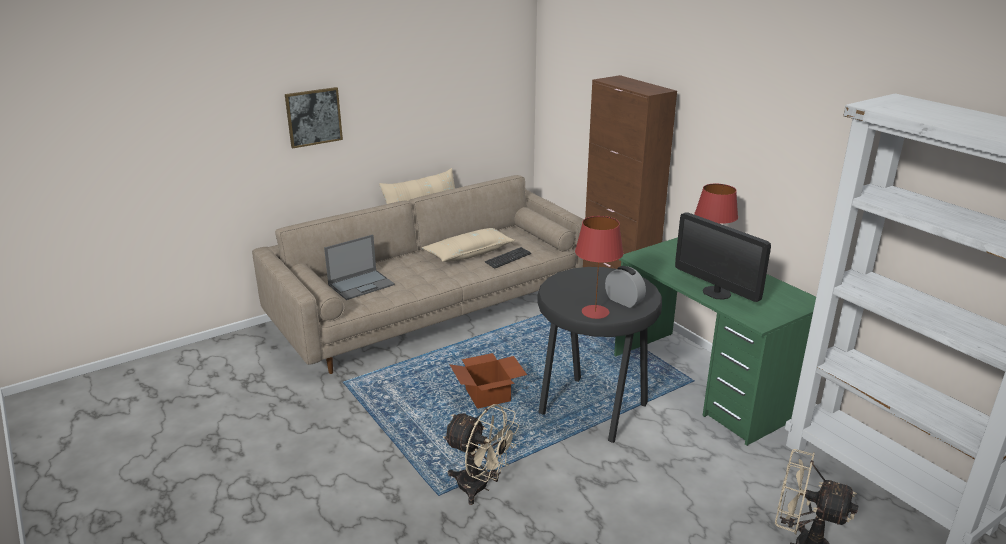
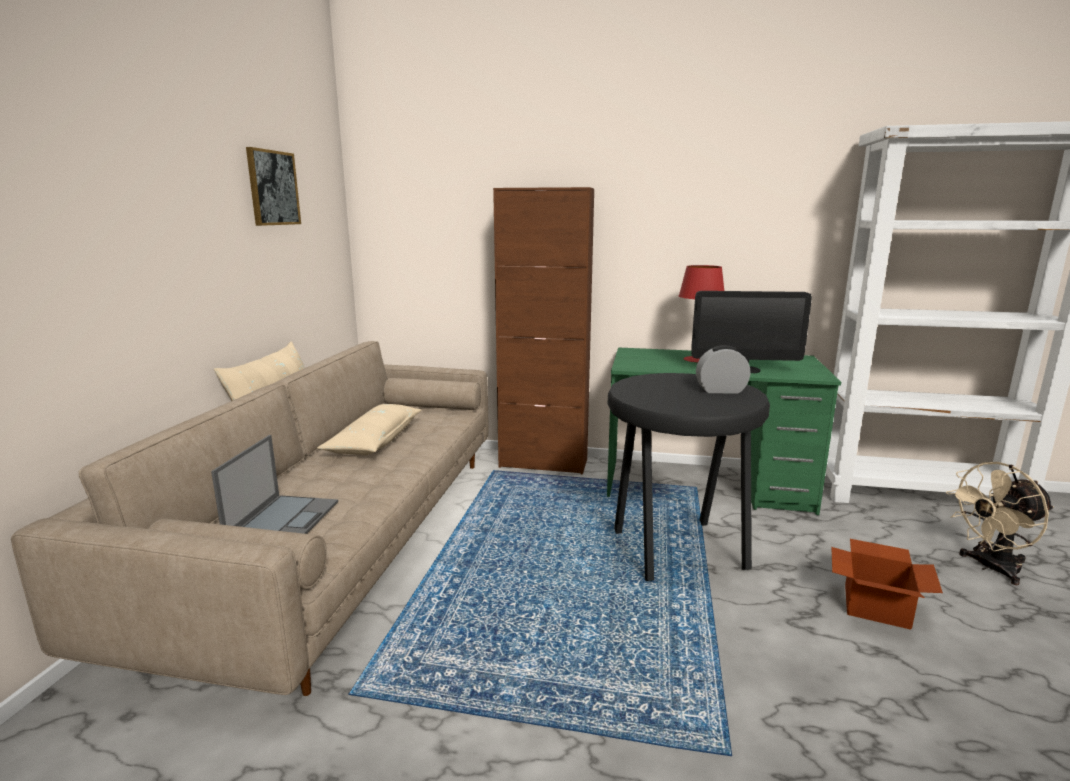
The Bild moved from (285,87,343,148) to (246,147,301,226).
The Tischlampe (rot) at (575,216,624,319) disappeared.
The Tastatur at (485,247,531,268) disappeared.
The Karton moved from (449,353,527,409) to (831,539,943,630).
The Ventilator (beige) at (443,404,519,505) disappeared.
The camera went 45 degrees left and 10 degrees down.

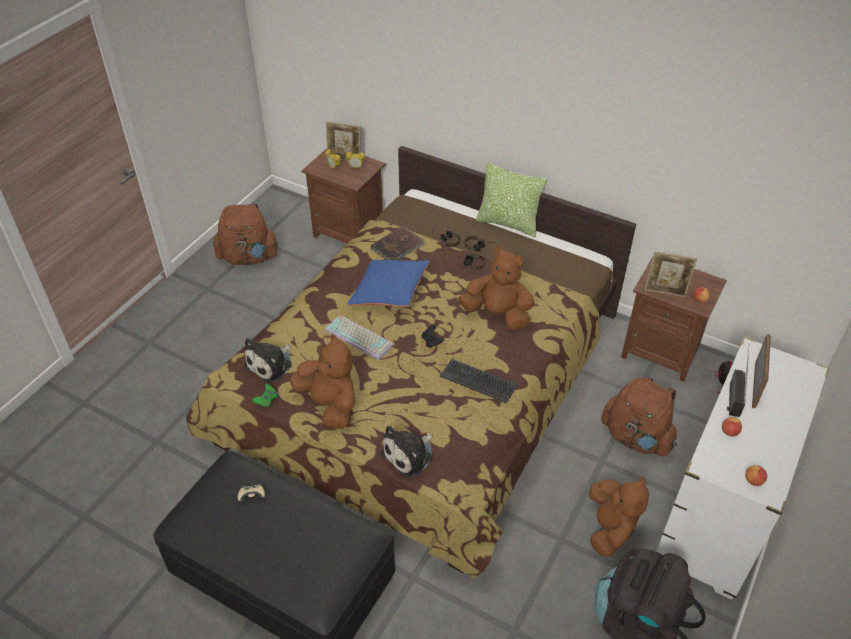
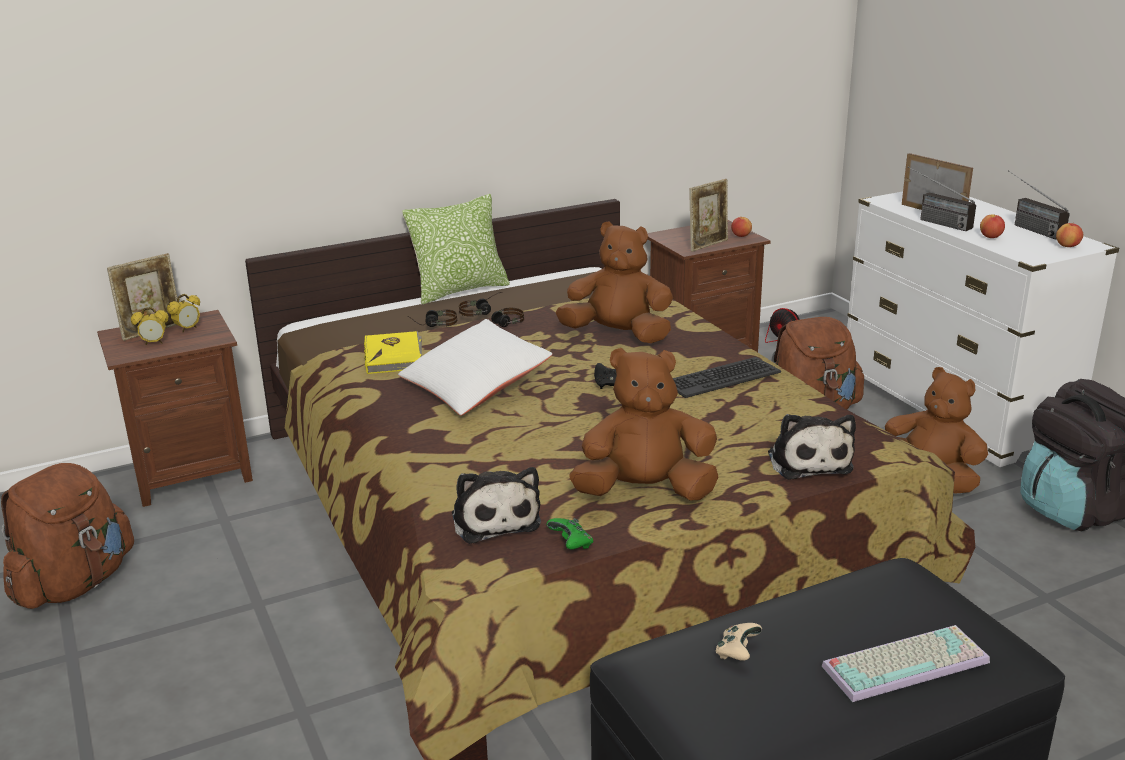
The Buch (braun) at (371,226,426,260) became the Buch (gelb) at (364,331,422,374).
The Plüschtier (braun) at (458,247,534,330) turned 45 degrees clockwise.
The Kissen (blau) at (348,260,430,306) became the Kissen (weiß) at (398,319,553,416).
The Tastatur moved from (325,315,394,360) to (822,625,990,702).
The Radio at (1008,170,1070,240) appeared.
The camera went 55 degrees left and 20 degrees down.

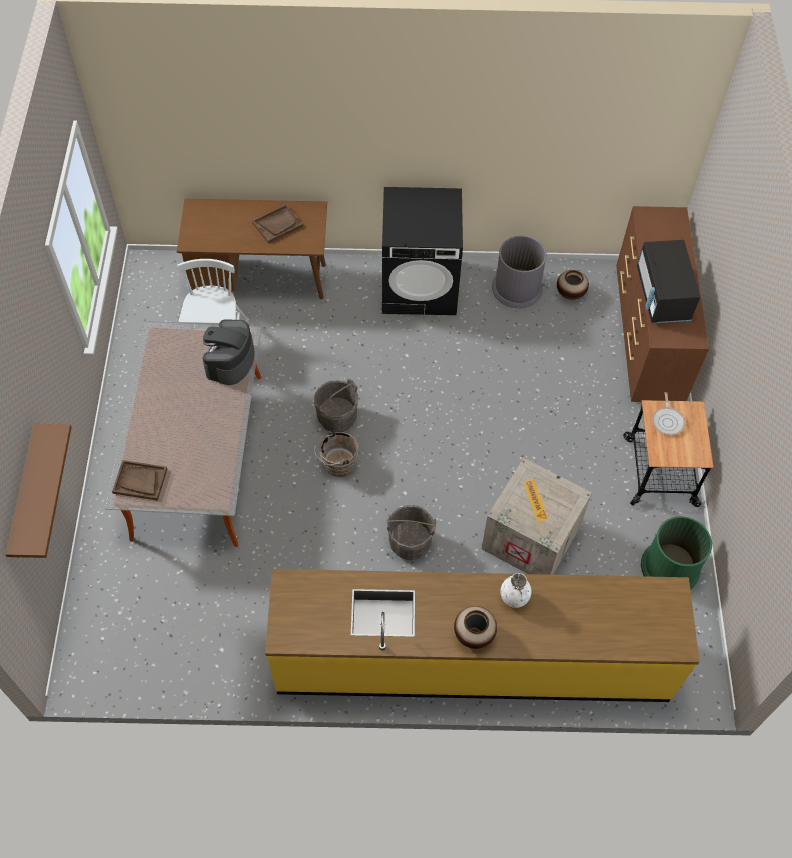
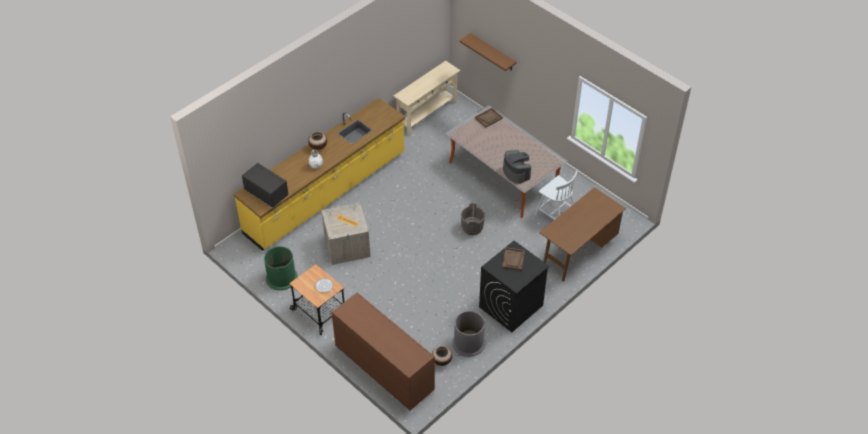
The Tablett (braun) moved from (252,204,303,244) to (502,247,525,271).
The Mikrowelle (schwarz) moved from (637,240,700,323) to (242,163,289,208).
The Eimer (braun) at (314,432,358,477) disappeared.
The Eimer (grau) at (386,505,437,560) disappeared.
The Konsolentisch (beige) at (393,61,460,135) appeared.
The camera went 135 degrees right and 10 degrees down.

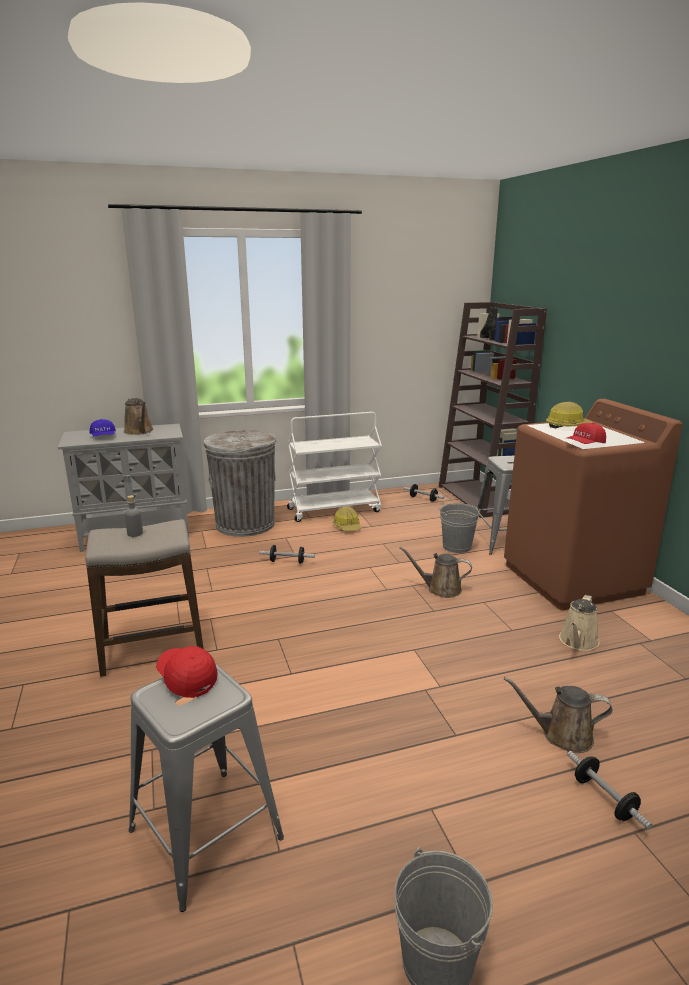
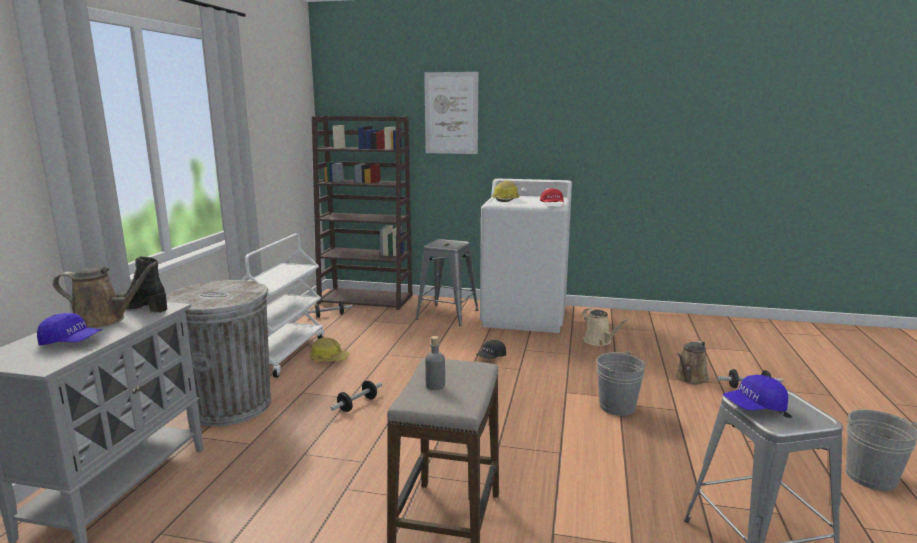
The Stiefel (schwarz) moved from (480,306,498,340) to (116,256,167,313).
The Waschmaschine (braun) at (504,399,682,610) became the Waschmaschine (weiß) at (480,178,572,333).
The Eimer (grau) moved from (438,503,481,553) to (597,351,645,416).
The Gießkanne (braun) at (400,547,472,598) was replaced by the Kappe (schwarz) at (476,340,506,360).
The Kappe (rot) at (156,646,218,698) became the Kappe (blau) at (723,375,788,411).
The Bild at (424,72,478,154) appeared.
The camera went 60 degrees left and 5 degrees down.

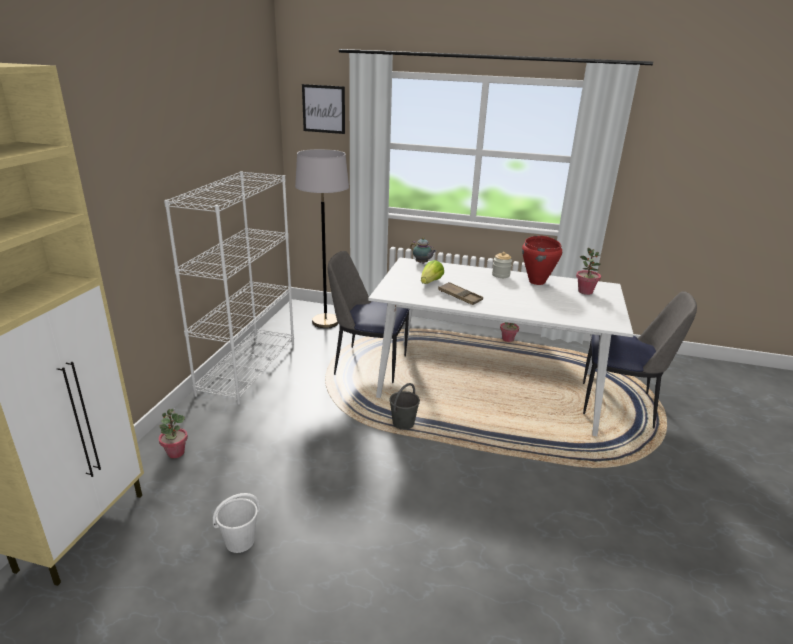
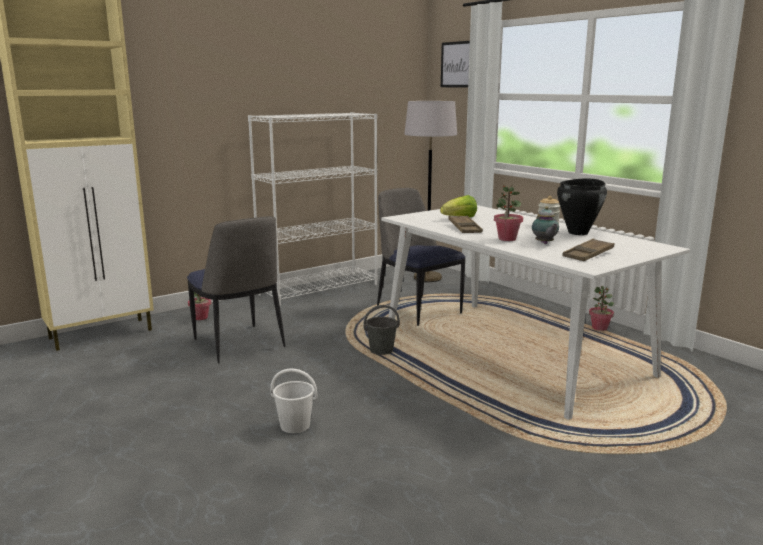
The Kochtopf (rot) at (522,236,562,285) became the Kochtopf (schwarz) at (557,178,607,235).
The Teekanne moved from (410,237,437,264) to (532,206,559,244).
The Topfpflanze moved from (576,248,601,295) to (494,185,523,241).
The Stuhl moved from (583,291,697,428) to (187,216,285,364).
The Eimer (weiß) moved from (213,493,260,553) to (271,368,317,433).
The Tablett (braun) at (562,238,615,261) appeared.
The camera went 40 degrees right and 10 degrees down.

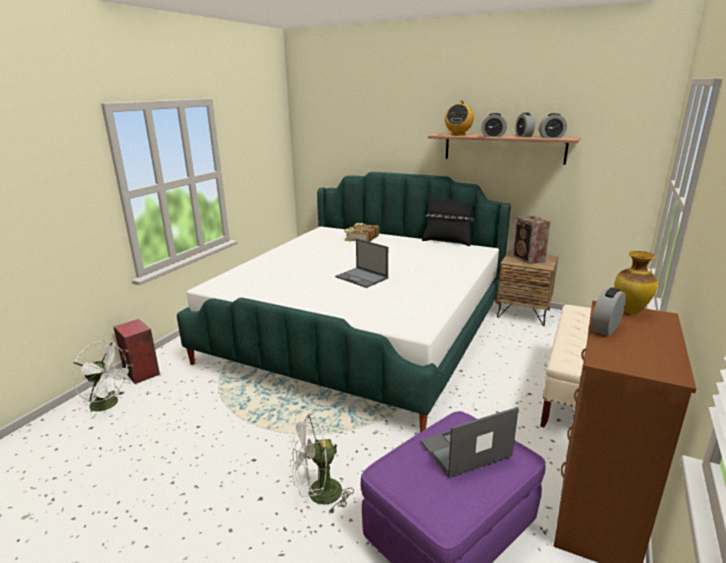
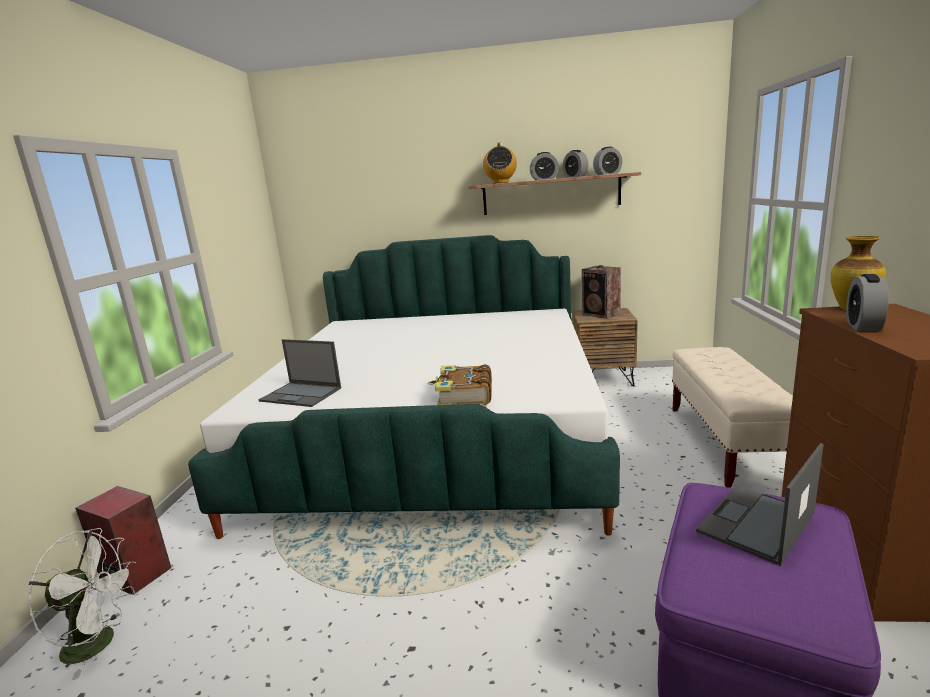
The Kissen (schwarz) at (422,194,474,246) disappeared.
The Buch moved from (344,223,379,242) to (428,364,492,405).
The Laptop moved from (335,238,388,288) to (258,339,341,407).
The Ventilator (weiß) at (288,413,354,515) disappeared.
The camera went 20 degrees left and 5 degrees down.

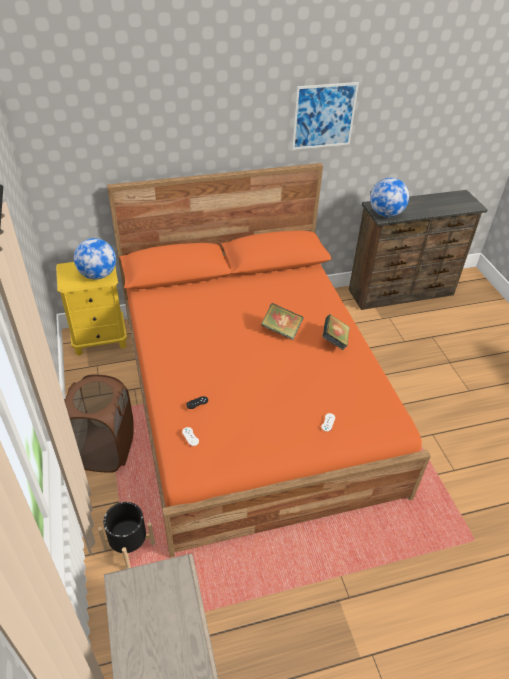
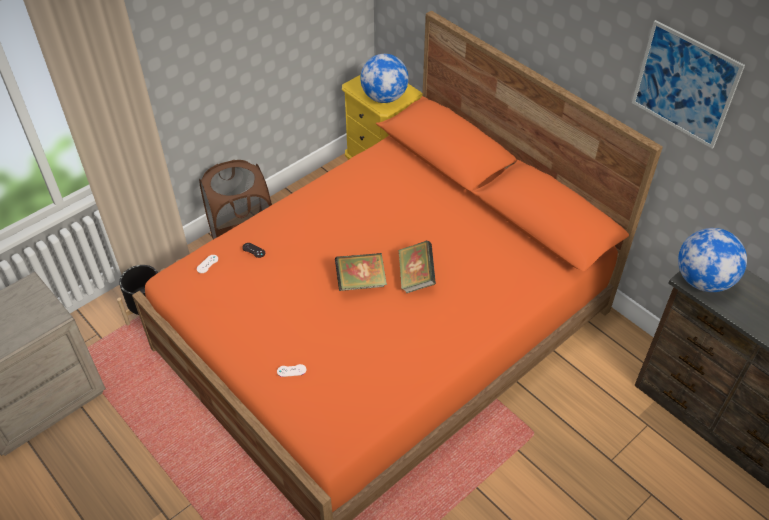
The Buch moved from (322,314,350,350) to (335,253,387,291).
The camera went 65 degrees right and 5 degrees up.

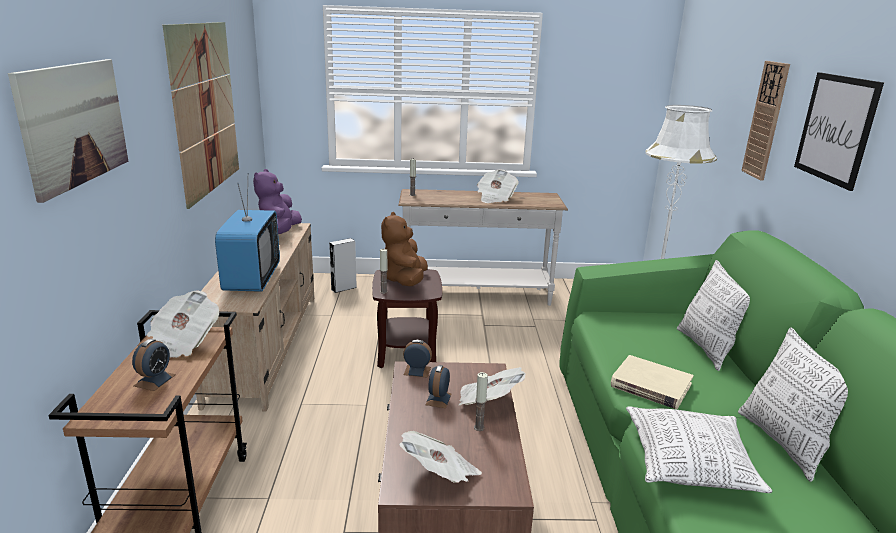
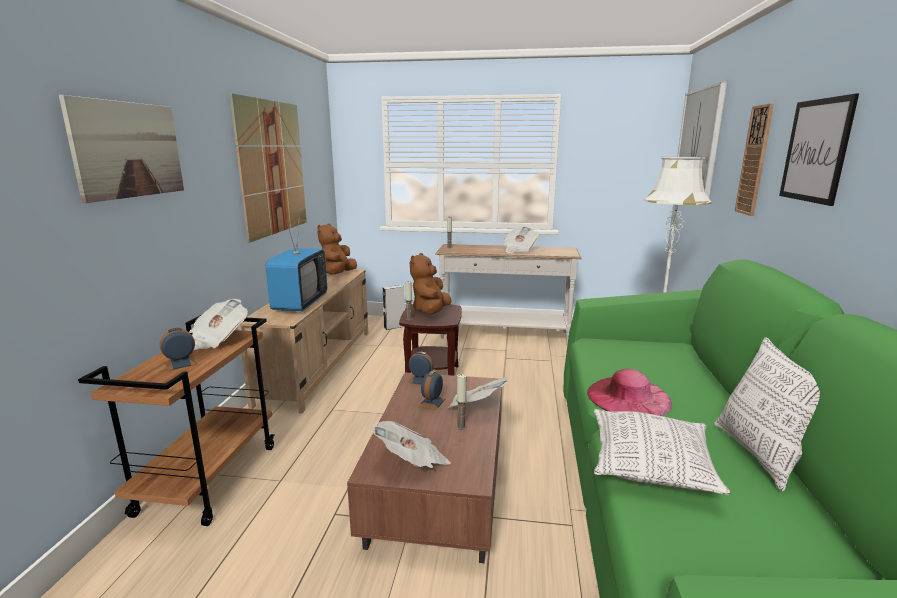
The Plüschtier (lila) at (253,169,302,234) became the Plüschtier (braun) at (318,223,357,275).
The Kissen at (677,260,750,371) disappeared.
The Wecker at (132,339,176,391) turned 150 degrees counterclockwise.
The Buch (beige) at (611,355,694,409) was replaced by the Hut (rosa) at (587,369,672,416).
The Bild at (677,82,727,197) appeared.
The camera went 10 degrees right and 5 degrees down.

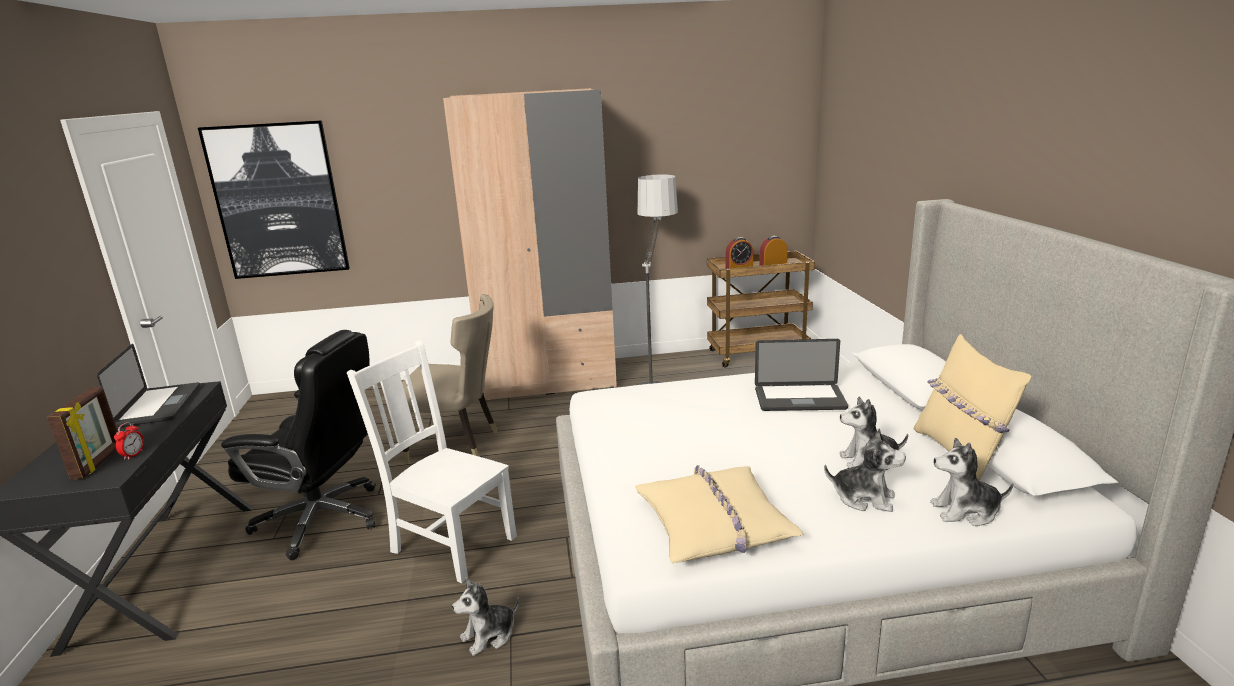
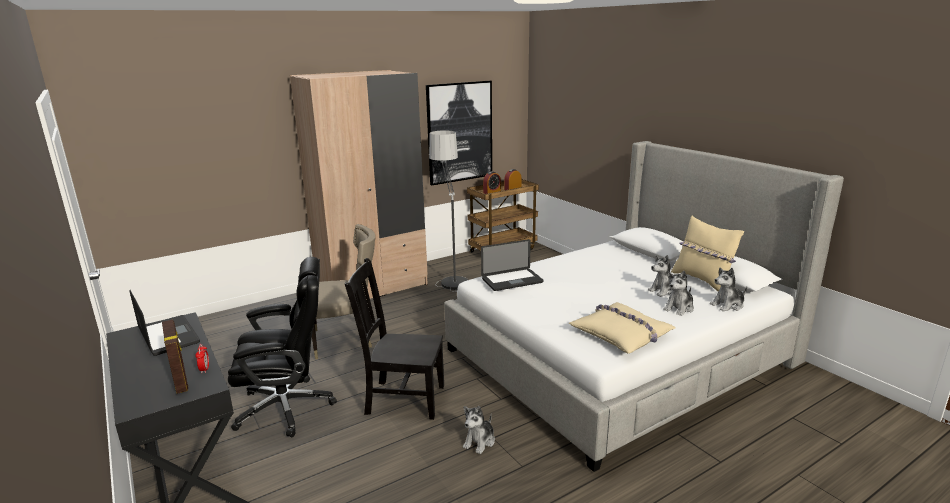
The Bild moved from (198,120,350,279) to (426,81,492,185).
The Laptop moved from (755,339,848,411) to (481,239,544,291).
The Stuhl (weiß) at (347,340,517,583) became the Stuhl (schwarz) at (345,258,444,420).
The Plüschtier at (824,428,906,512) turned 135 degrees clockwise.
The camera went 25 degrees left and 0 degrees up.

